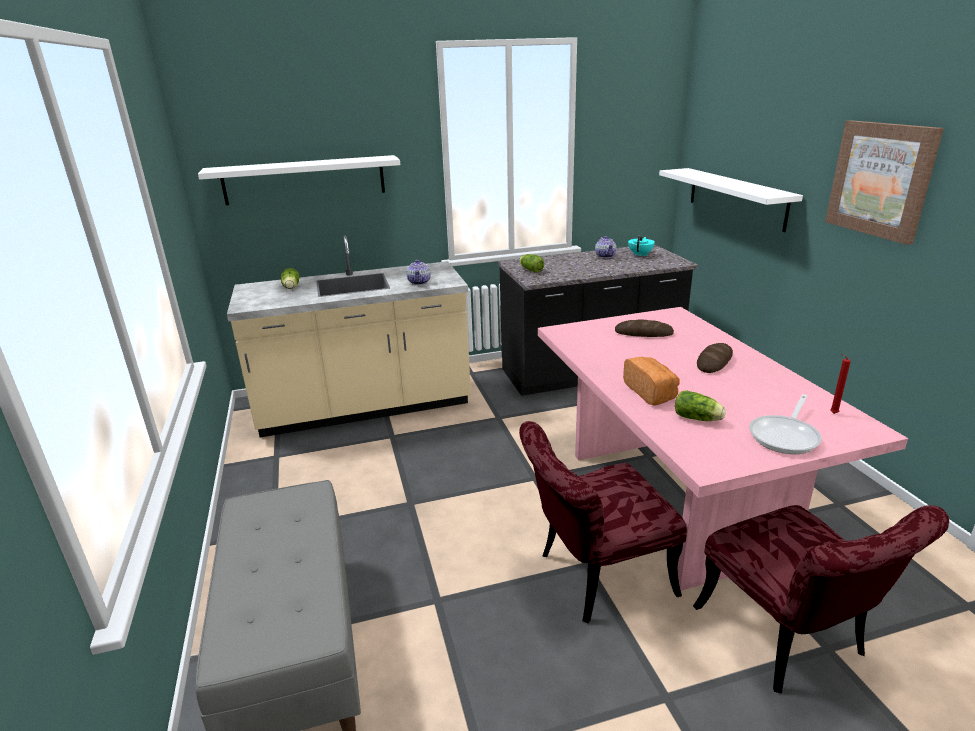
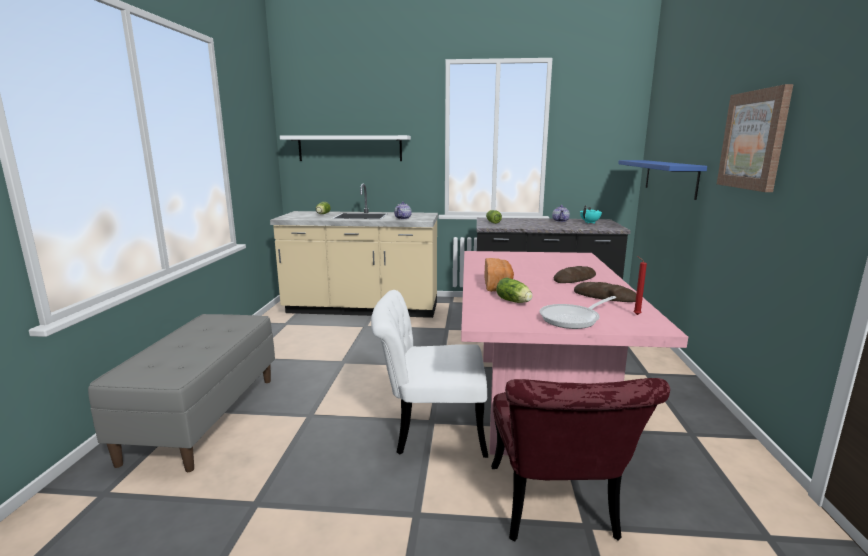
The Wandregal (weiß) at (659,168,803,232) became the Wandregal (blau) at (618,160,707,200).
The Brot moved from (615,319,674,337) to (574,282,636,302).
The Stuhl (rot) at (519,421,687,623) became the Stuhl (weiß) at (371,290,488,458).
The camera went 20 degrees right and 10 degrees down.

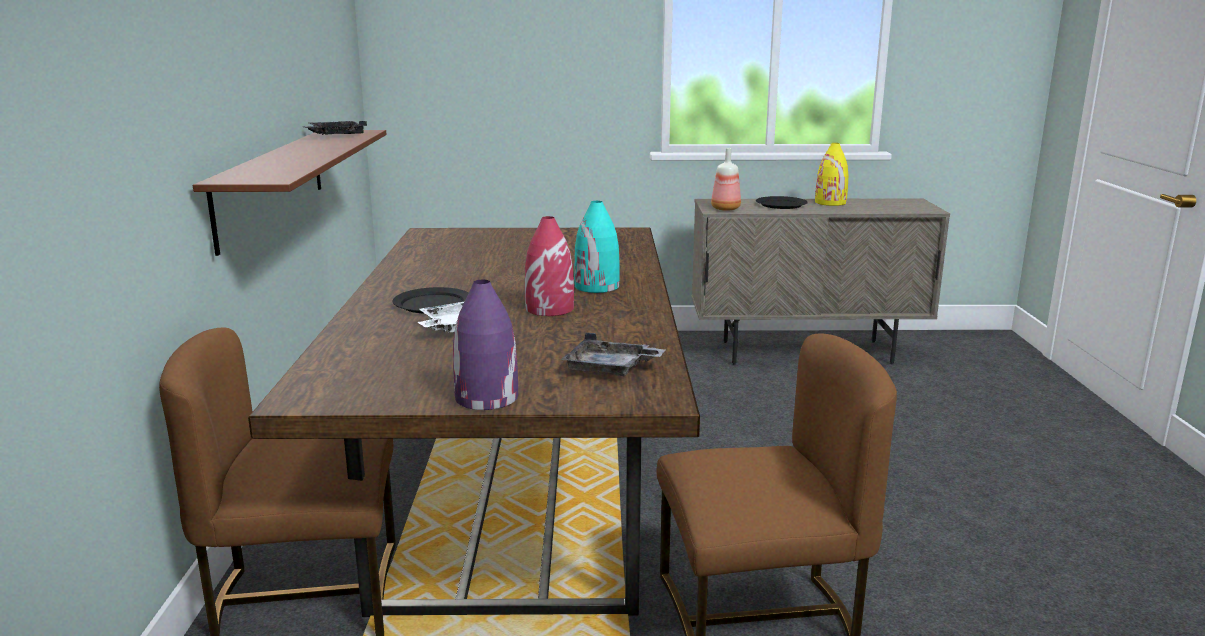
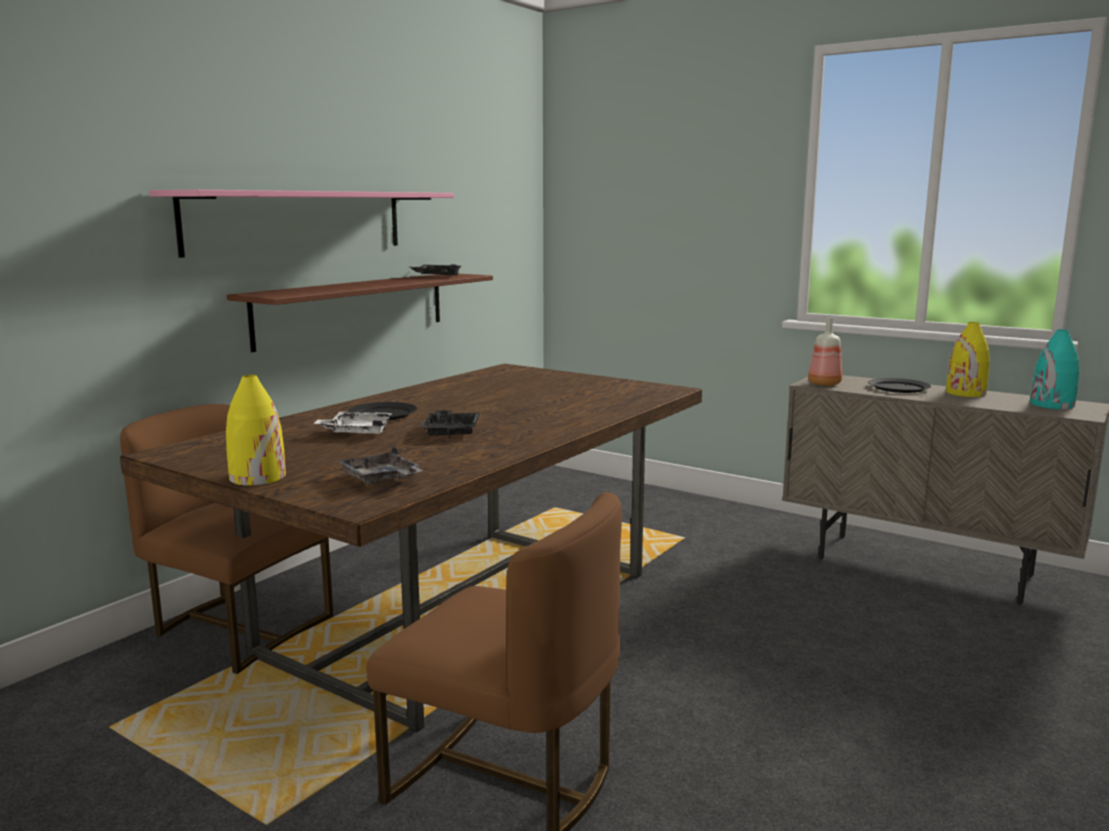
The Vase (türkis) moved from (574,201,620,293) to (1030,329,1079,409).
The Vase (rot) at (525,216,574,316) was replaced by the Tablett (schwarz) at (422,410,480,438).
The Vase (lila) at (453,280,518,410) became the Vase (gelb) at (226,375,286,486).
The Wandregal (rosa) at (149,190,454,258) appeared.
The camera went 35 degrees right and 5 degrees down.

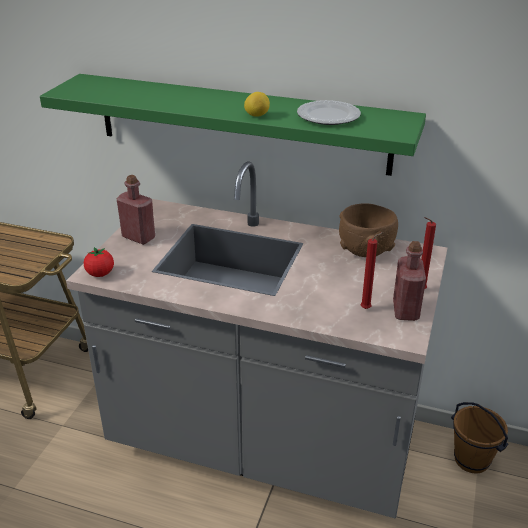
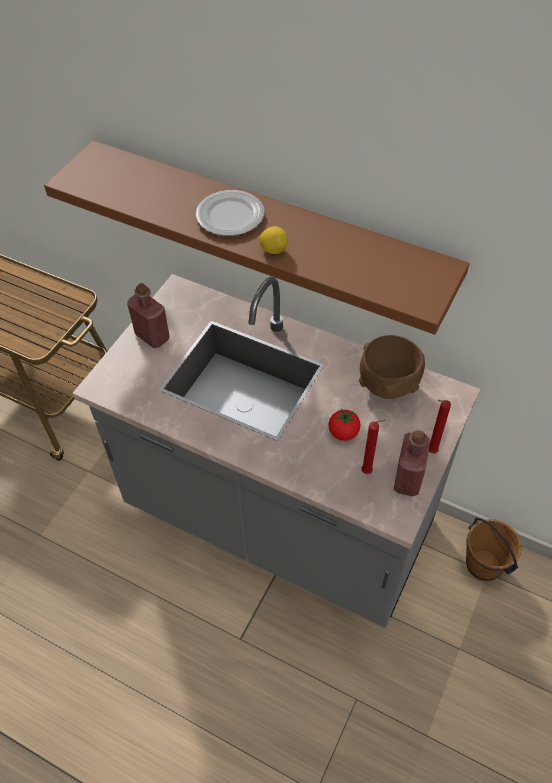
The Wandregal (grün) at (40,74,426,176) became the Wandregal (braun) at (44,140,469,335).
The Teller moved from (297,100,361,125) to (196,190,265,236).
The Tomate moved from (84,247,114,277) to (328,409,361,441).
The camera went 10 degrees right and 20 degrees up.

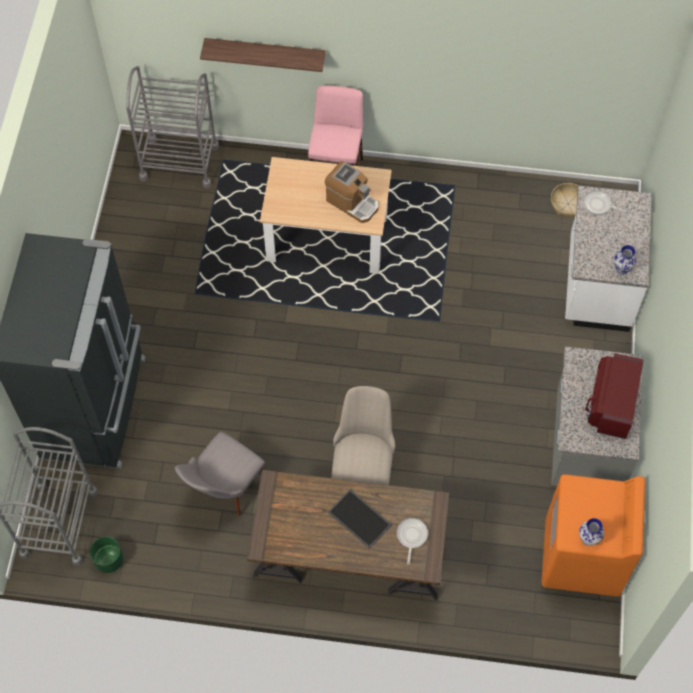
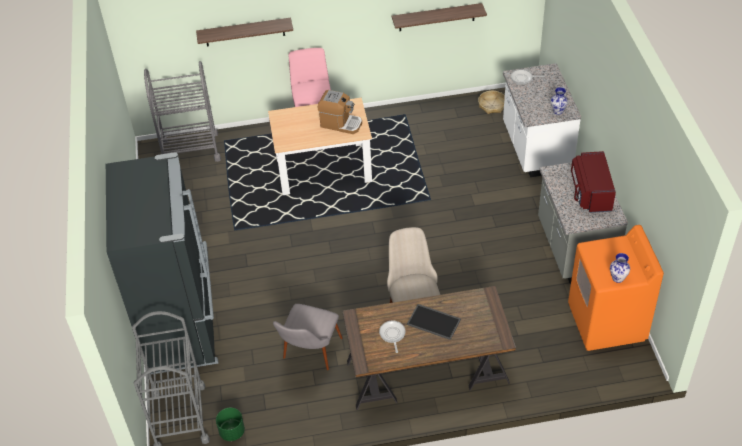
The Pfanne moved from (397,518,428,564) to (379,321,406,353).
The Wandregal at (392,3,487,31) appeared.
The camera went 15 degrees left and 15 degrees down.

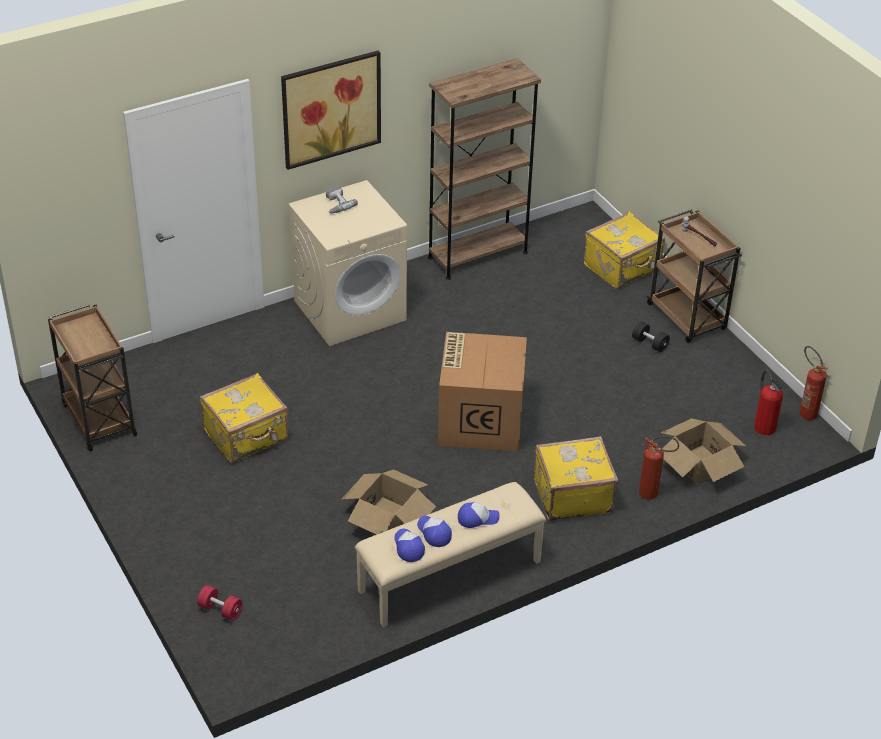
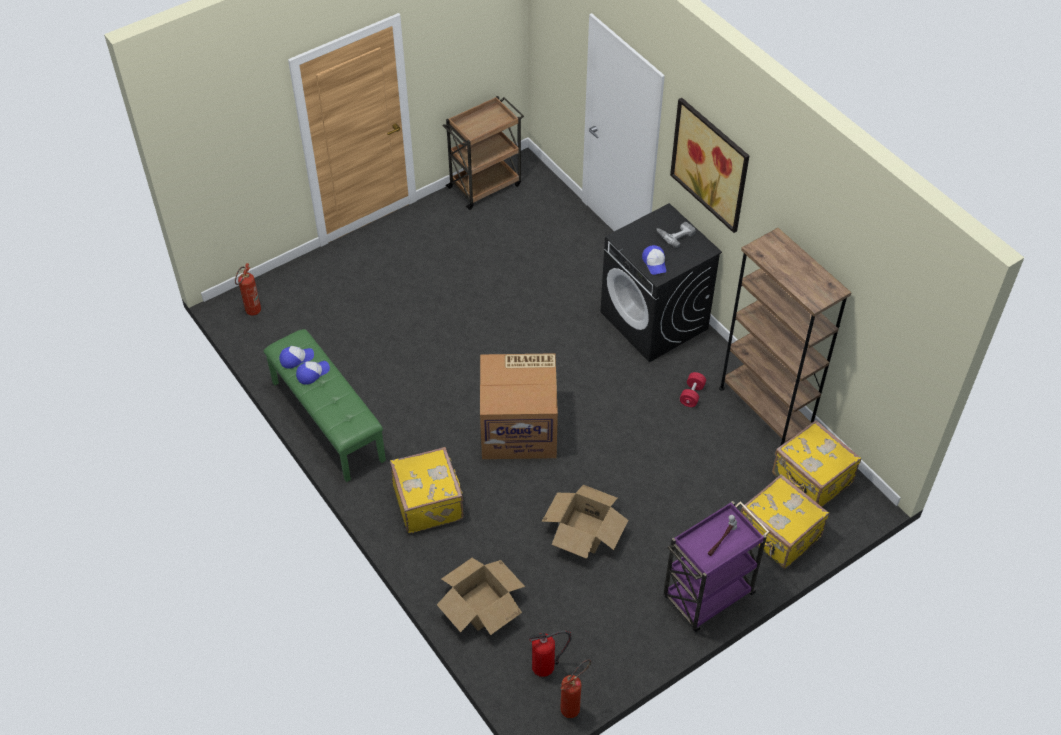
The Waschmaschine (beige) at (288,180,407,346) became the Waschmaschine (schwarz) at (600,203,722,362).
The Rollwagen (braun) at (647,210,742,343) became the Rollwagen (lila) at (663,501,770,632).
The Hantel (schwarz) at (632,321,670,352) disappeared.
The Koffer (gelb) moved from (200,373,289,463) to (772,420,861,507).
The Feuerlöscher moved from (639,436,679,500) to (235,263,261,316).
The Karton moved from (342,470,436,535) to (542,485,629,559).
The Bank (beige) at (355,482,546,627) became the Bank (grün) at (263,329,386,482).
The Kappe moved from (458,502,500,528) to (642,245,666,275).
The Hantel (rot) moved from (197,585,242,620) to (680,372,706,407).
The camera went 85 degrees right and 10 degrees up.

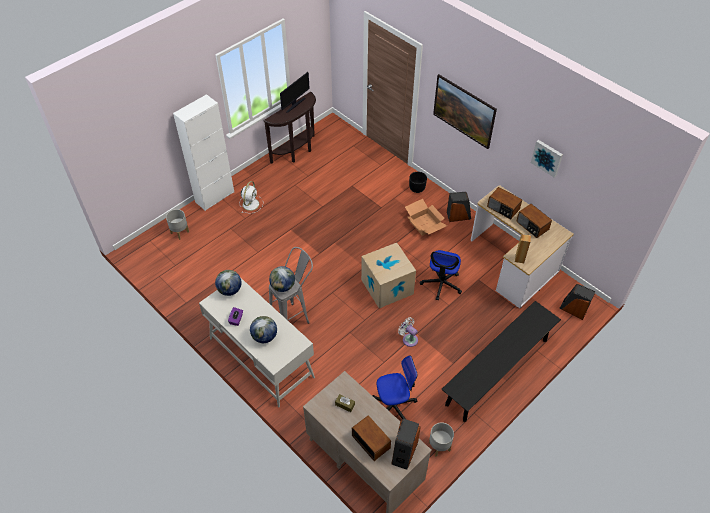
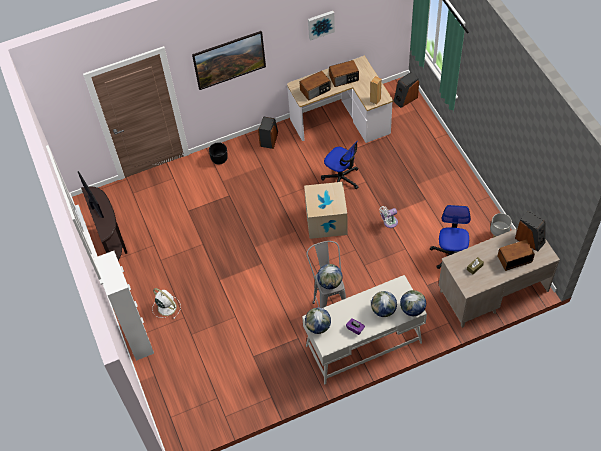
The Karton at (405,199,447,236) disappeared.
The Pflanzkübel (grau) at (166,209,189,240) disappeared.
The Bank (schwarz) at (442,301,561,422) disappeared.
The Globus at (400,290,426,316) appeared.
The camera went 65 degrees left and 5 degrees up.

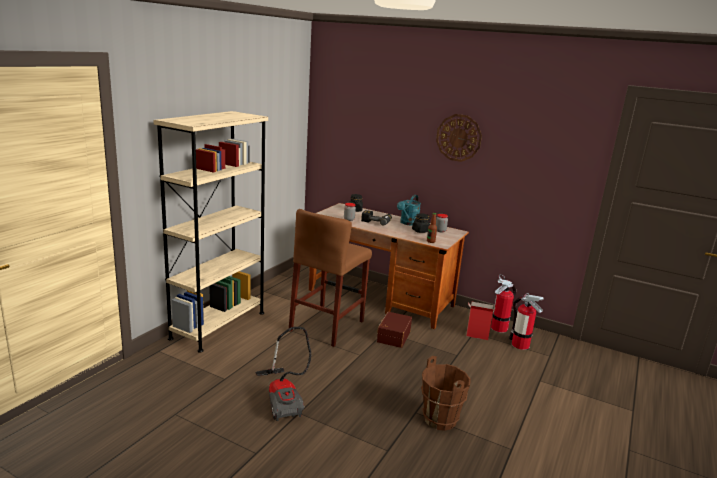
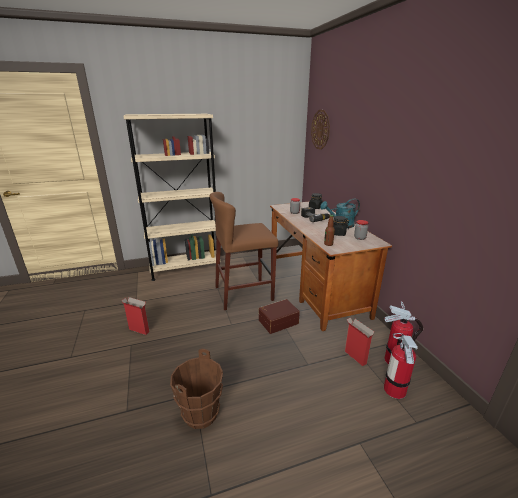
The Wanduhr moved from (436,114,482,162) to (311,110,330,150).
The Staubsauger at (256,327,311,421) was replaced by the Karton at (122,297,150,335).
The camera went 45 degrees right and 5 degrees up.

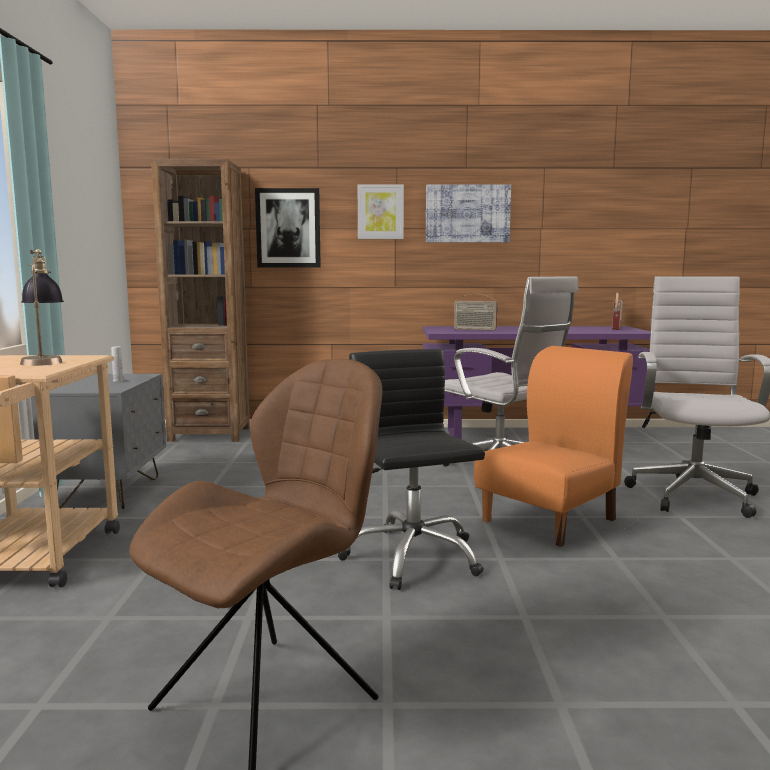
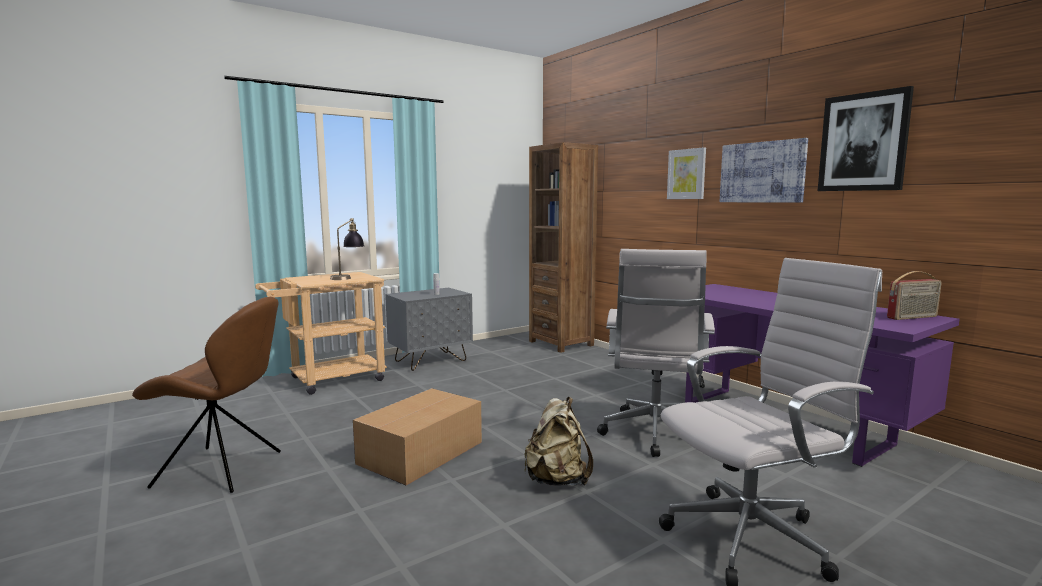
The Bild moved from (255,188,321,268) to (818,86,914,191).
The Radio at (454,294,498,330) disappeared.
The Stuhl (orange) at (474,346,633,547) was replaced by the Rucksack (beige) at (524,397,593,486).
The Bürostuhl (schwarz) at (338,349,485,590) was replaced by the Karton at (353,388,482,485).
The camera went 55 degrees right and 0 degrees up.

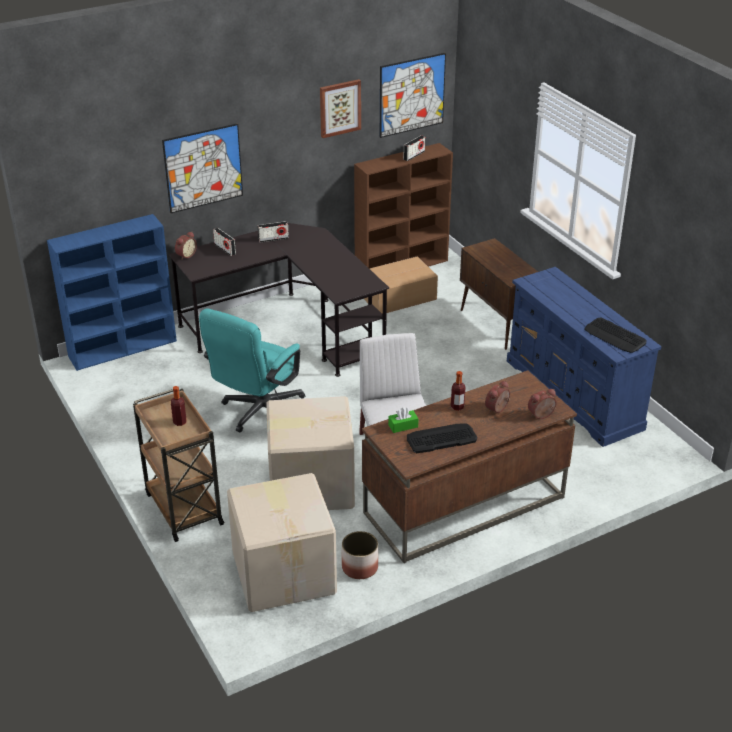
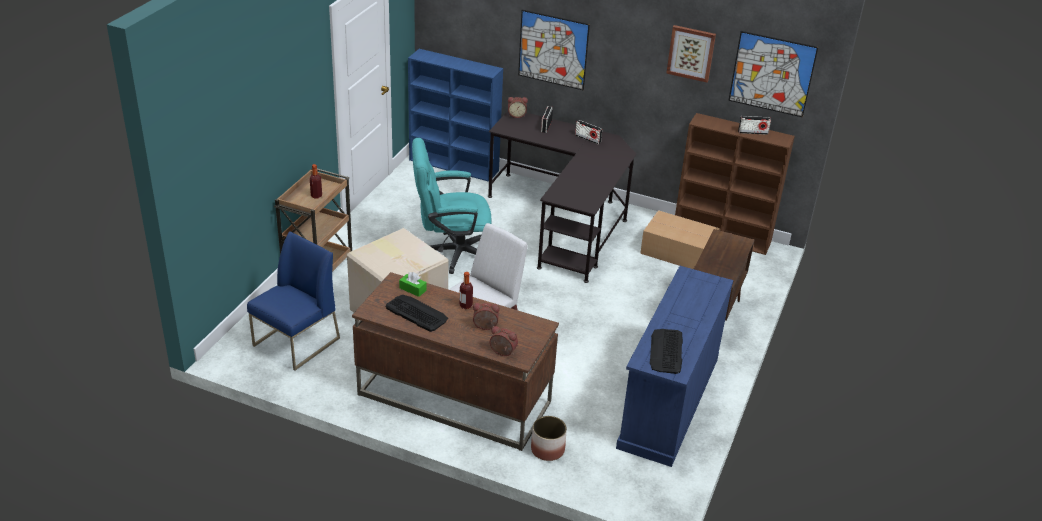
The Karton at (227,473,337,612) was replaced by the Stuhl (blau) at (247,231,340,371).
The Pflanzkübel moved from (342,531,378,579) to (531,416,567,461).
The camera went 50 degrees right and 0 degrees up.

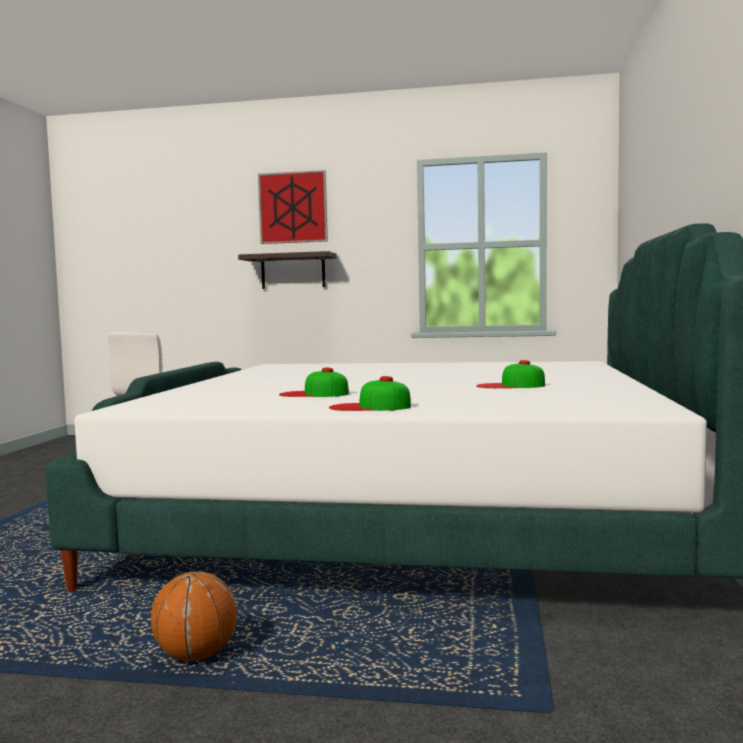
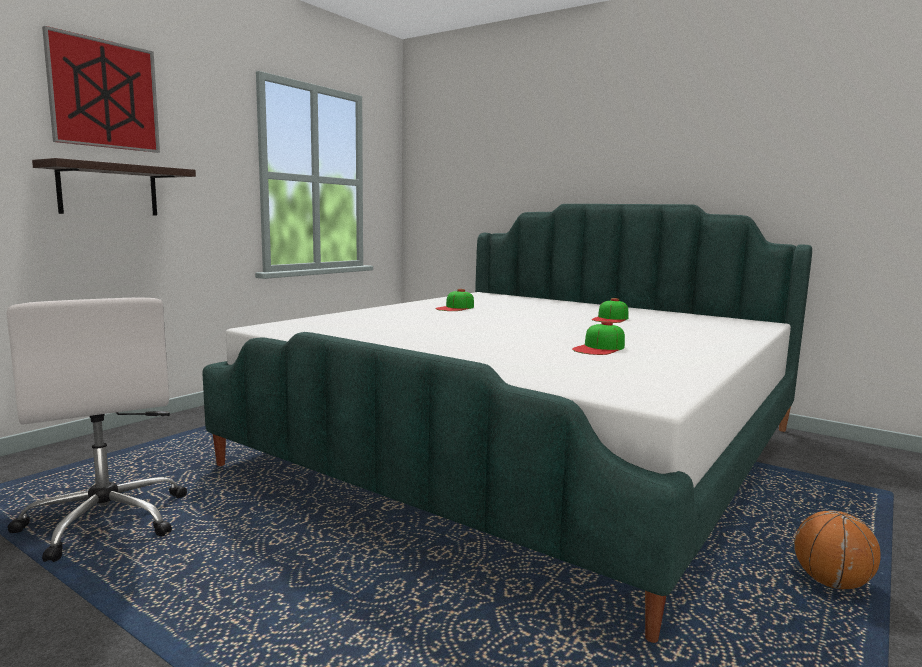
The Kappe moved from (329,376,411,411) to (435,289,474,311).
The camera went 65 degrees left and 5 degrees up.

